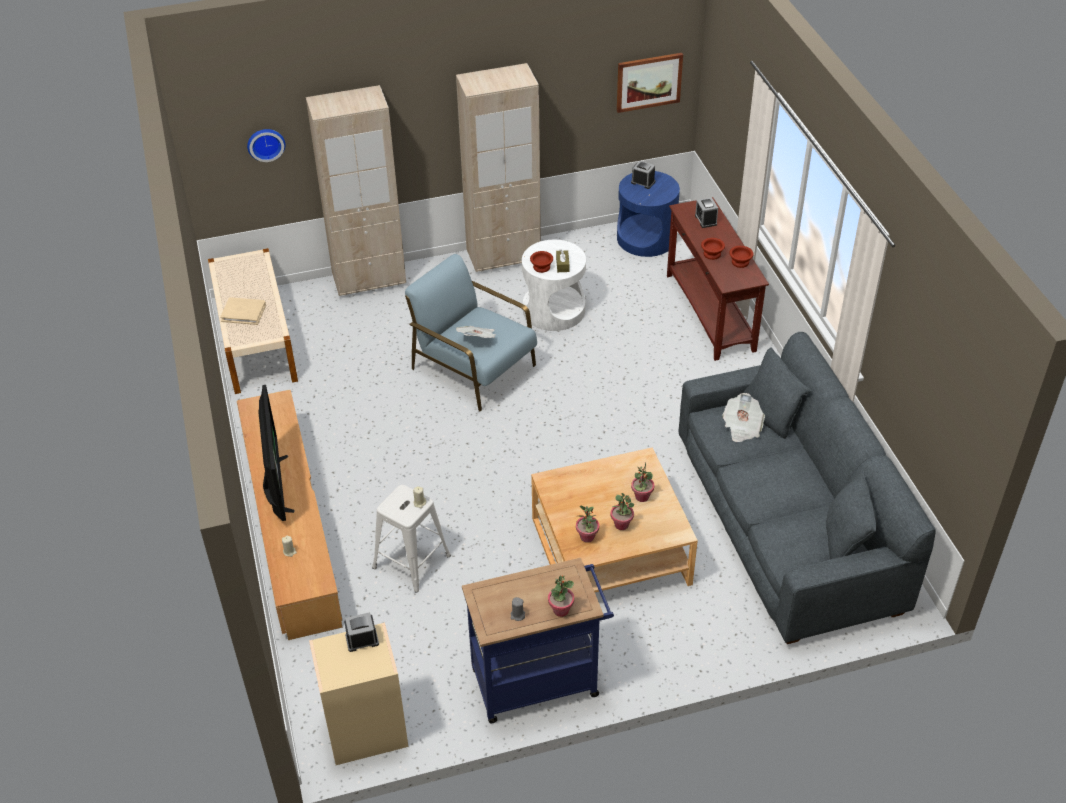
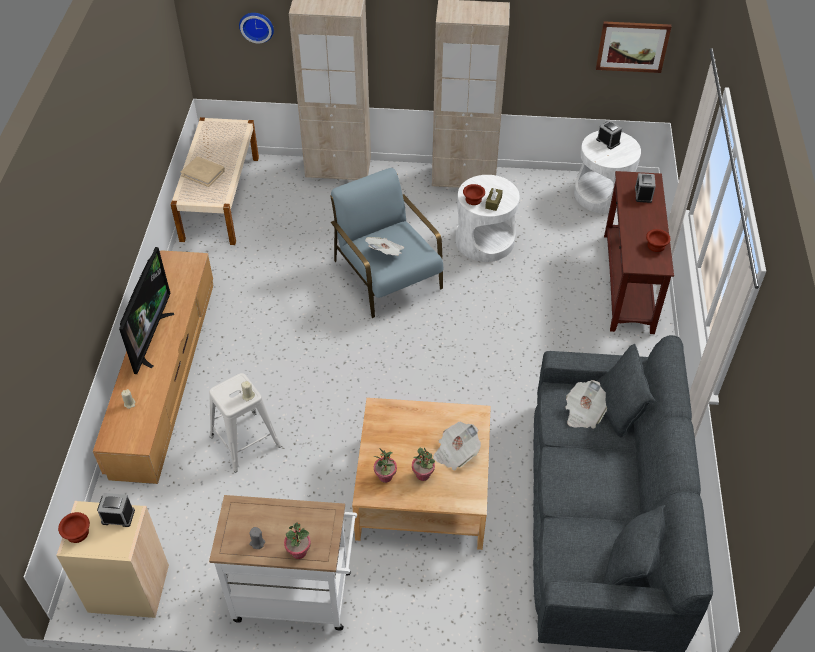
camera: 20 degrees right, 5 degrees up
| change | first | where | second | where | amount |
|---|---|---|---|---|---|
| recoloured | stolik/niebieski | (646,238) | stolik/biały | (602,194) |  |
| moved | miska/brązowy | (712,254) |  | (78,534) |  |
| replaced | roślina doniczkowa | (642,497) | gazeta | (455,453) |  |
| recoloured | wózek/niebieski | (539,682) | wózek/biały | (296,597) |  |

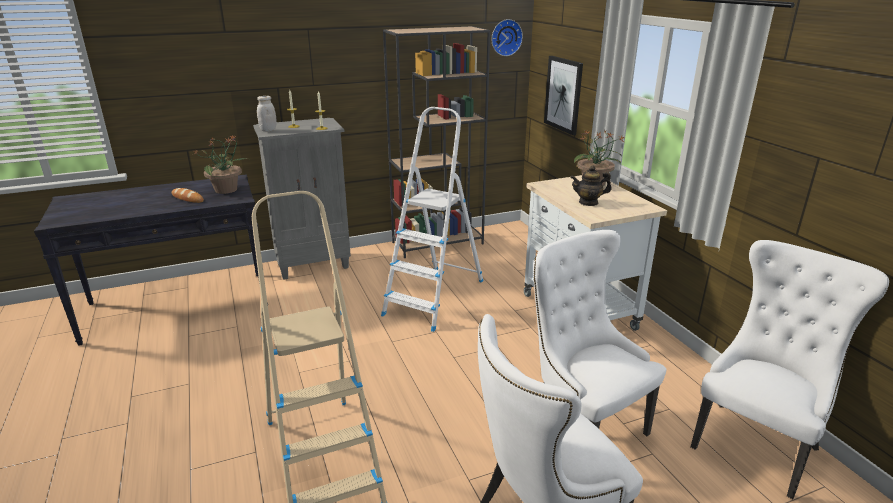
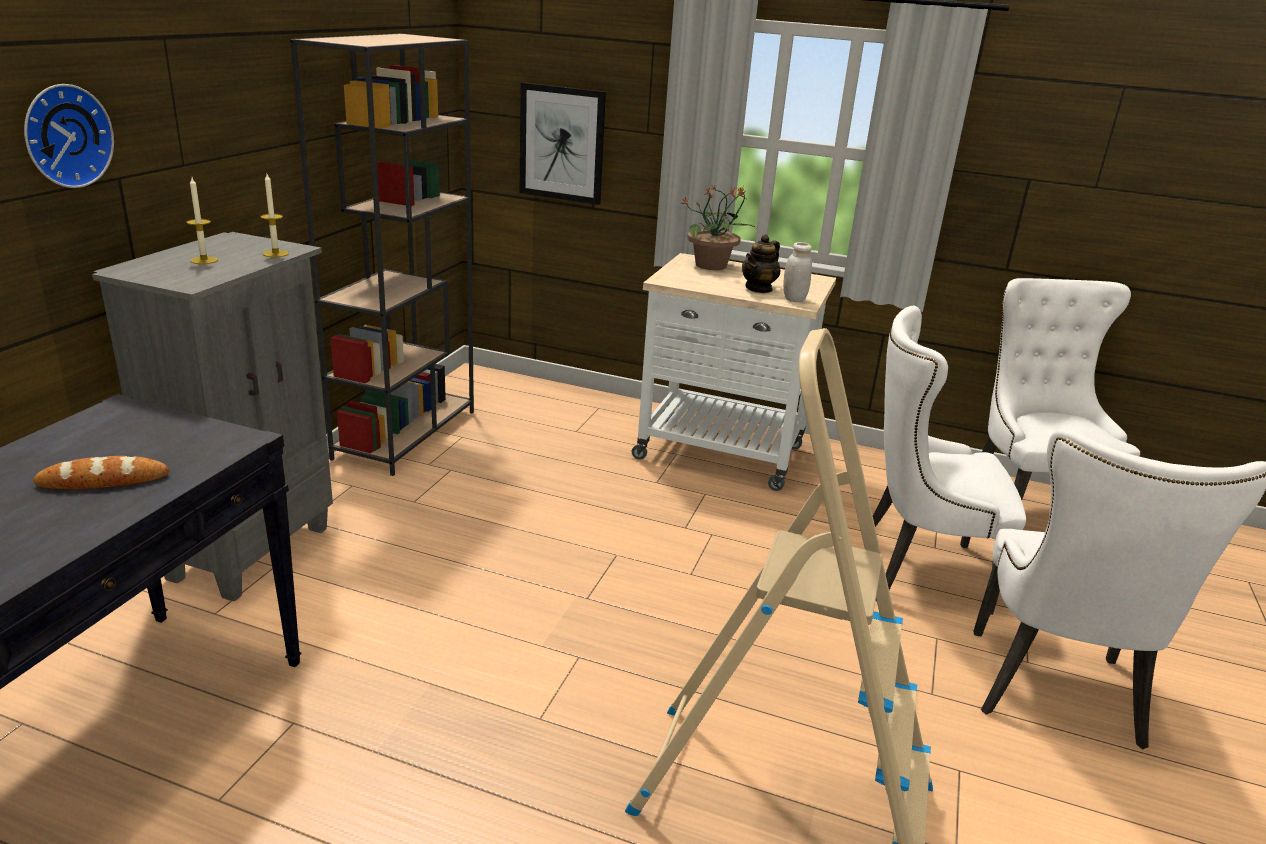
camera: 50 degrees left, 0 degrees up
| change | first | where | second | where | amount |
|---|---|---|---|---|---|
| moved | zegar ścienny | (505,37) |  | (64,135) |  |
| moved | słoik/biały | (268,130) |  | (794,299) |  |
| removed | drabinka/biały | (434,297) |  |  |  |
| removed | roślina doniczkowa | (227,190) |  |  |  |

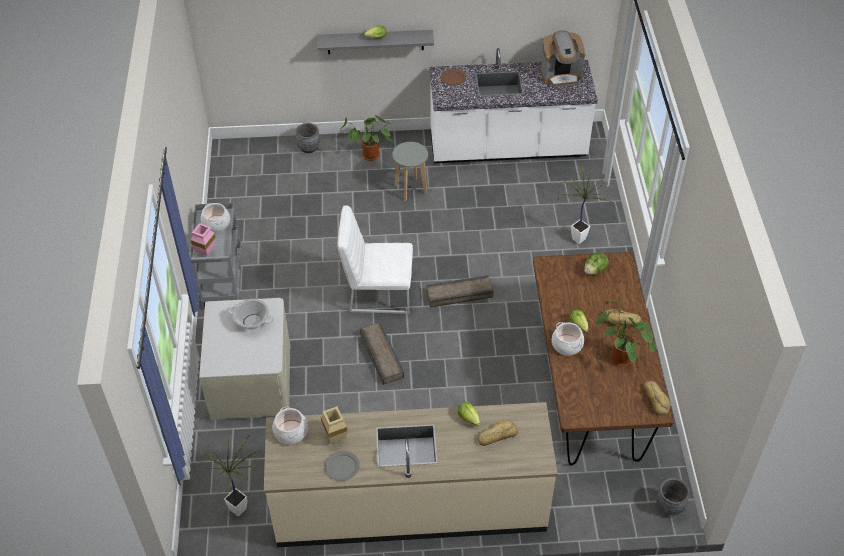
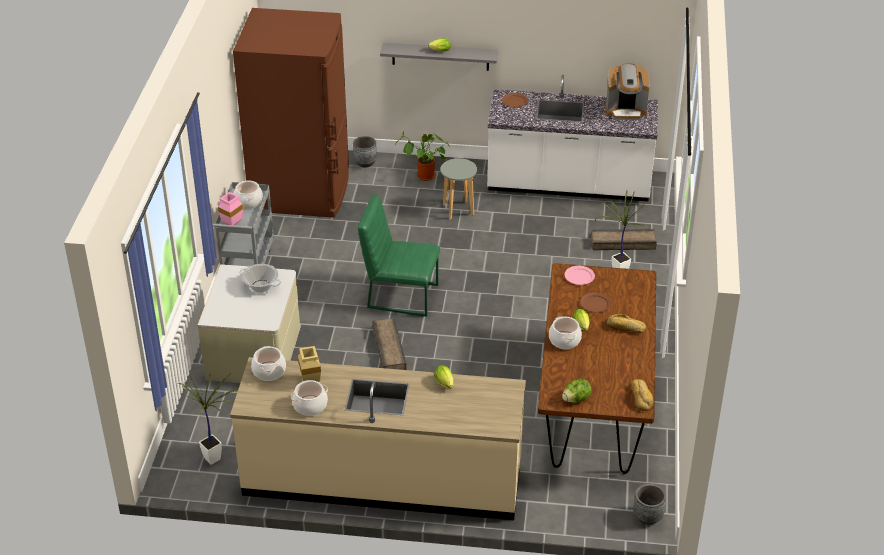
camera: 10 degrees right, 10 degrees down
| change | first | where | second | where | amount |
|---|---|---|---|---|---|
| recoloured | krzesło/biały | (378,293) | krzesło/zielony | (400,295) |  |
| moved | sałata | (595,270) |  | (576,399) |  |
| moved | skrzynka | (459,295) |  | (623,243) |  |
| removed | roślina doniczkowa | (618,357) |  |  |  |
| removed | chleb | (496,435) |  |  |  |
| replaced | talerz/szary | (342,467) | garnek | (310,406) |  |
| added |  |  | lodówka/brązowy | (301,190) |  |
| added |  |  | talerz/różowy | (579,276) |  |
| added |  |  | talerz/brązowy | (595,303) |  |

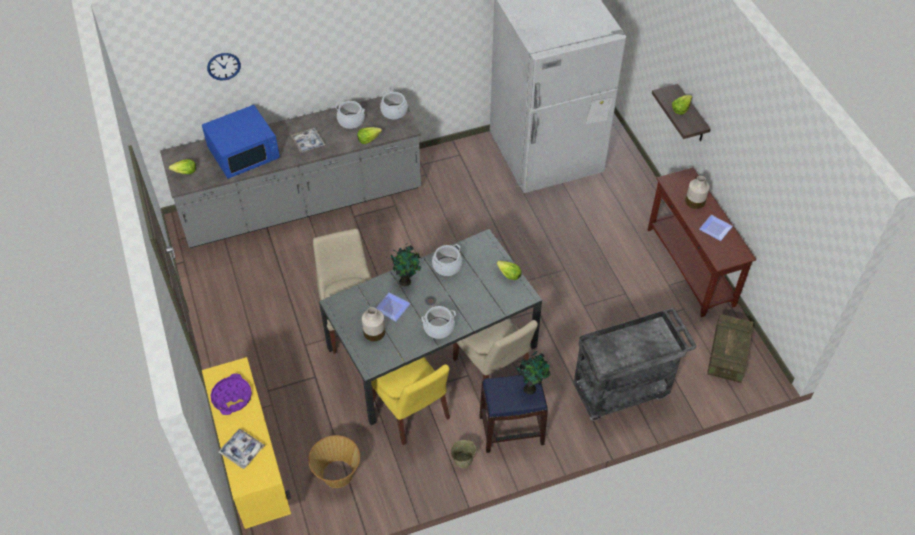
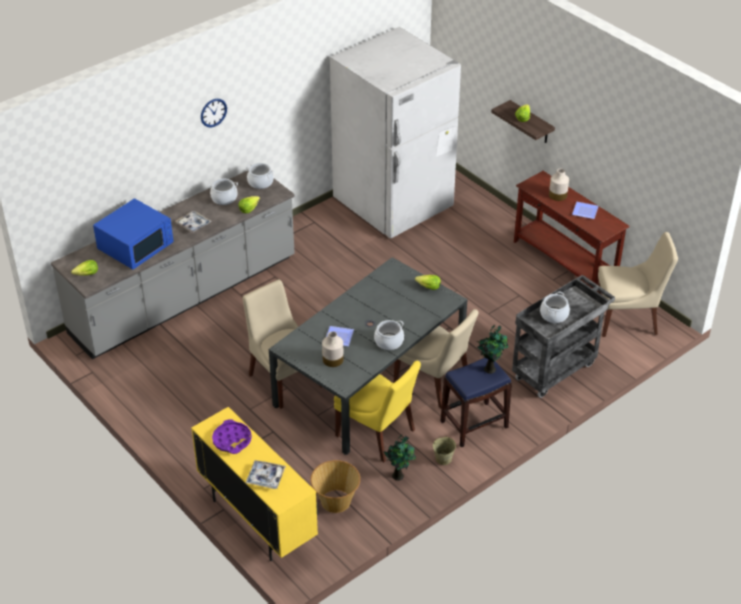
camera: 20 degrees left, 10 degrees down
| change | first | where | second | where | amount |
|---|---|---|---|---|---|
| moved | zegar ścienny | (223,66) |  | (213,112) |  |
| moved | roślina doniczkowa | (406,281) |  | (399,475) |  |
| moved | garnek | (447,266) |  | (554,315) |  |
| replaced | skrzynka | (727,354) | krzesło/beżowy | (628,319) |  |

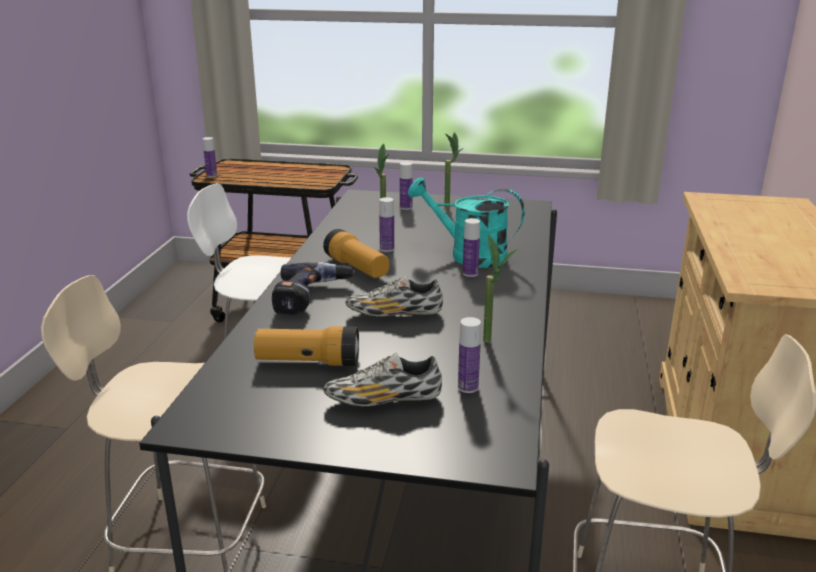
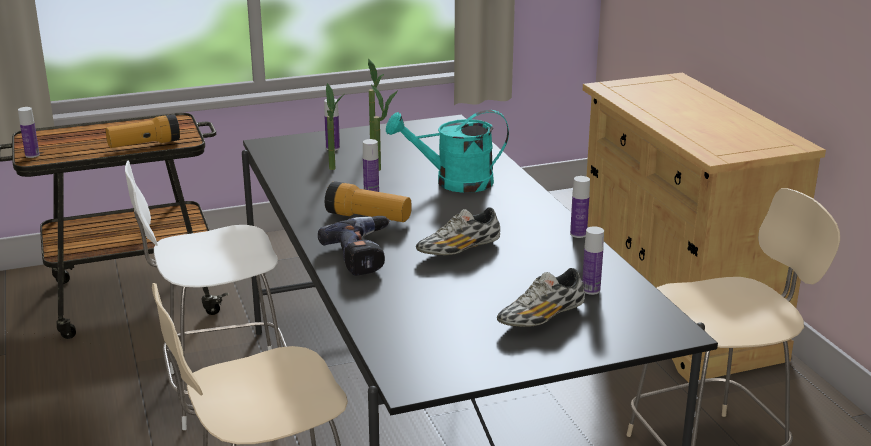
camera: 30 degrees left, 0 degrees up
| change | first | where | second | where | amount |
|---|---|---|---|---|---|
| moved | butelka | (470,273) |  | (578,234) |  |
| moved | roślina doniczkowa | (493,343) |  | (384,170) |  |
| moved | latarka | (308,362) |  | (144,145) |  |

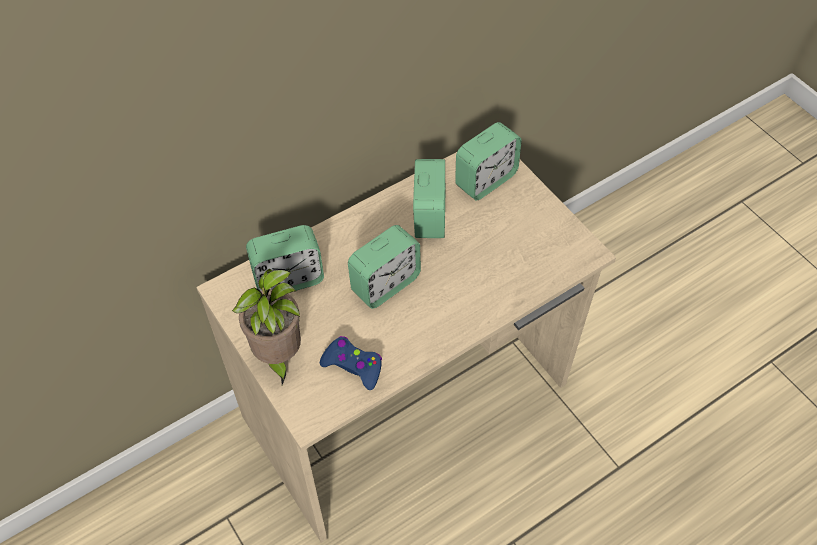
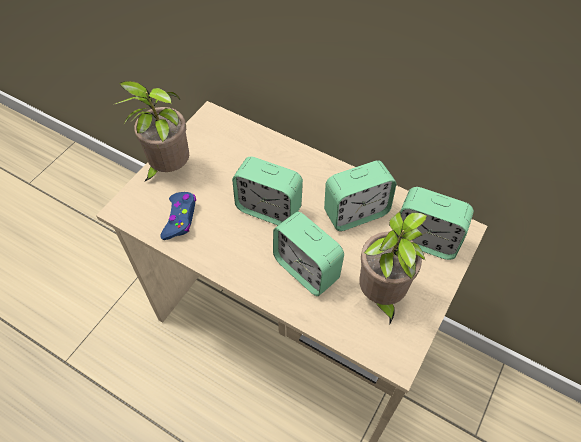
camera: 65 degrees right, 0 degrees up
| change | first | where | second | where | amount |
|---|---|---|---|---|---|
| moved | budzik | (288,279) |  | (306,269) |  |
| added |  |  | roślina doniczkowa | (381,296) |  |

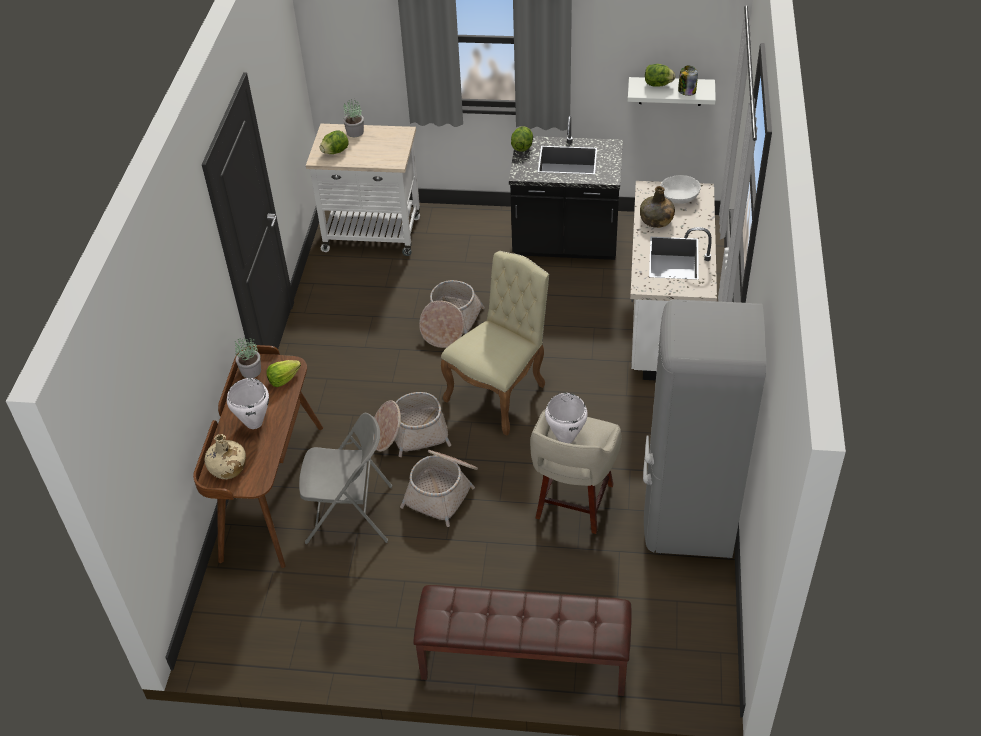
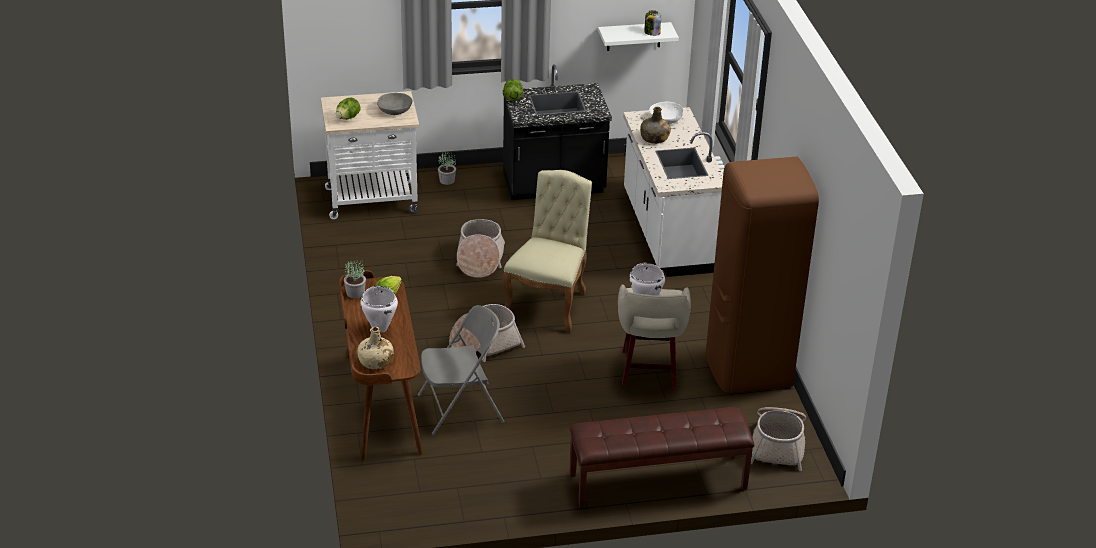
camera: 20 degrees left, 10 degrees down
| change | first | where | second | where | amount |
|---|---|---|---|---|---|
| removed | sałata | (658,84) |  |  |  |
| moved | roślina doniczkowa | (355,132) |  | (447,180) |  |
| recoloured | lodówka/szary | (686,522) | lodówka/brązowy | (746,369) |  |
| moved | koszyk | (443,490) |  | (778,444) |  |
| added |  |  | miska/szary | (395,110) |  |

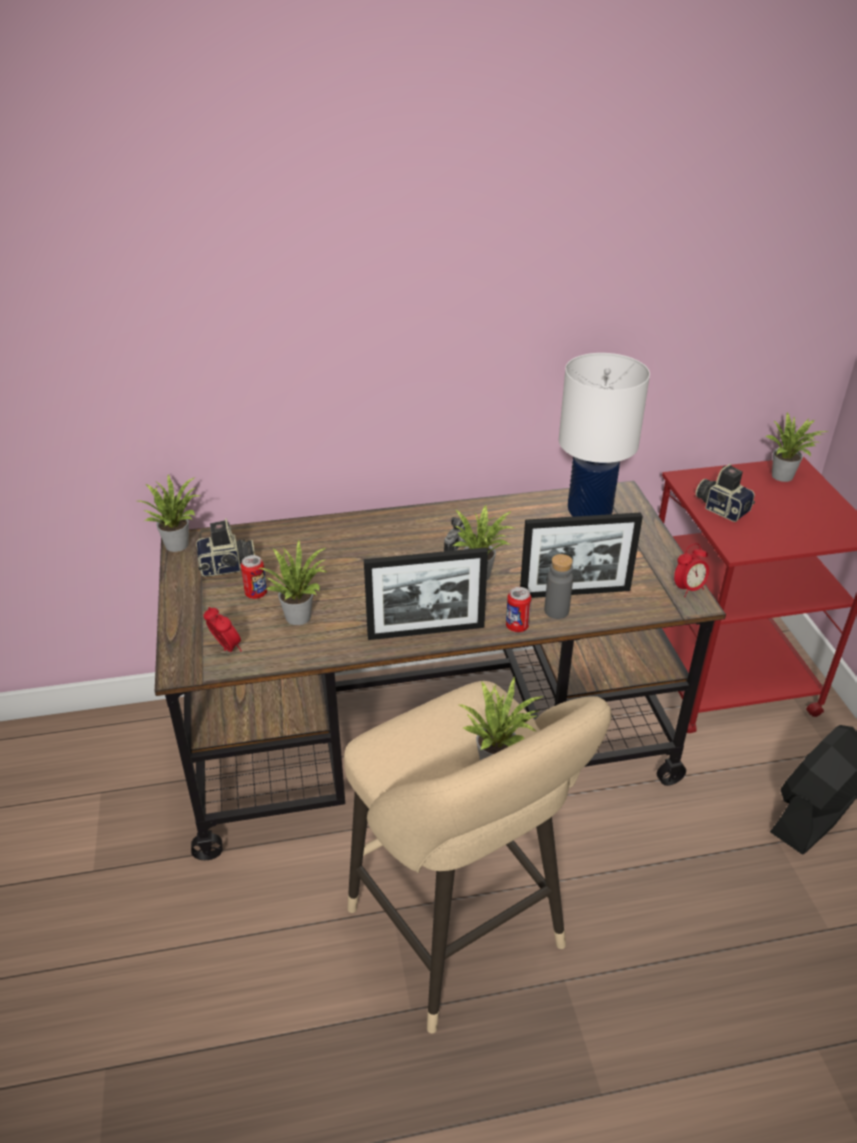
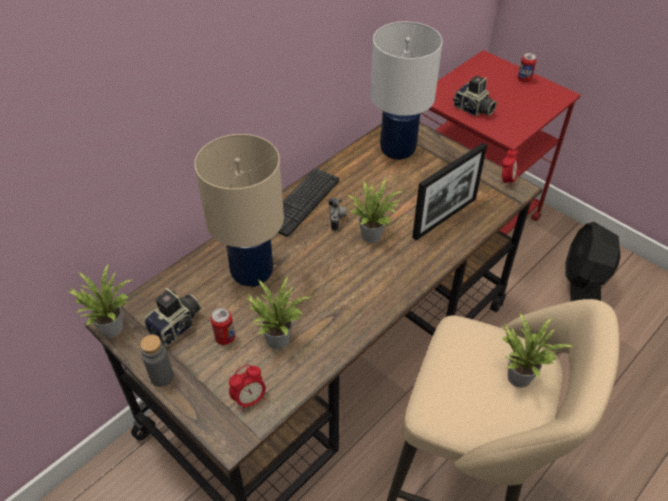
camera: 35 degrees left, 10 degrees up
| change | first | where | second | where | amount |
|---|---|---|---|---|---|
| removed | roślina doniczkowa | (785,477) |  |  |  |
| turned | aparat fotograficzny | (722,508) |  | (473,109) | 150 degrees counterclockwise |
| removed | ramka na zdjęcie | (426,631) |  |  |  |
| moved | butelka/szary | (556,611) |  | (162,376) |  |
| moved | puszka | (517,626) |  | (524,79) |  |
| turned | budzik | (226,649) |  | (249,399) | 135 degrees clockwise |
| added |  |  | lampa stołowa/beżowy | (252,274) |  |
| added |  |  | klawiatura | (302,202) |  |

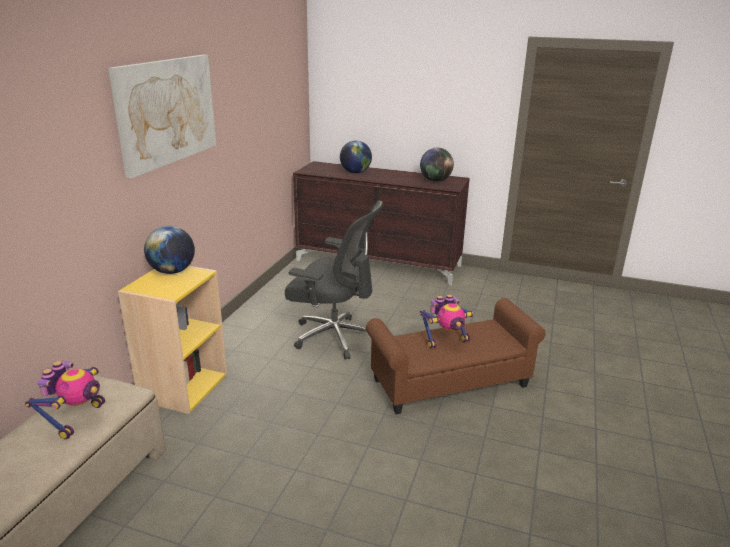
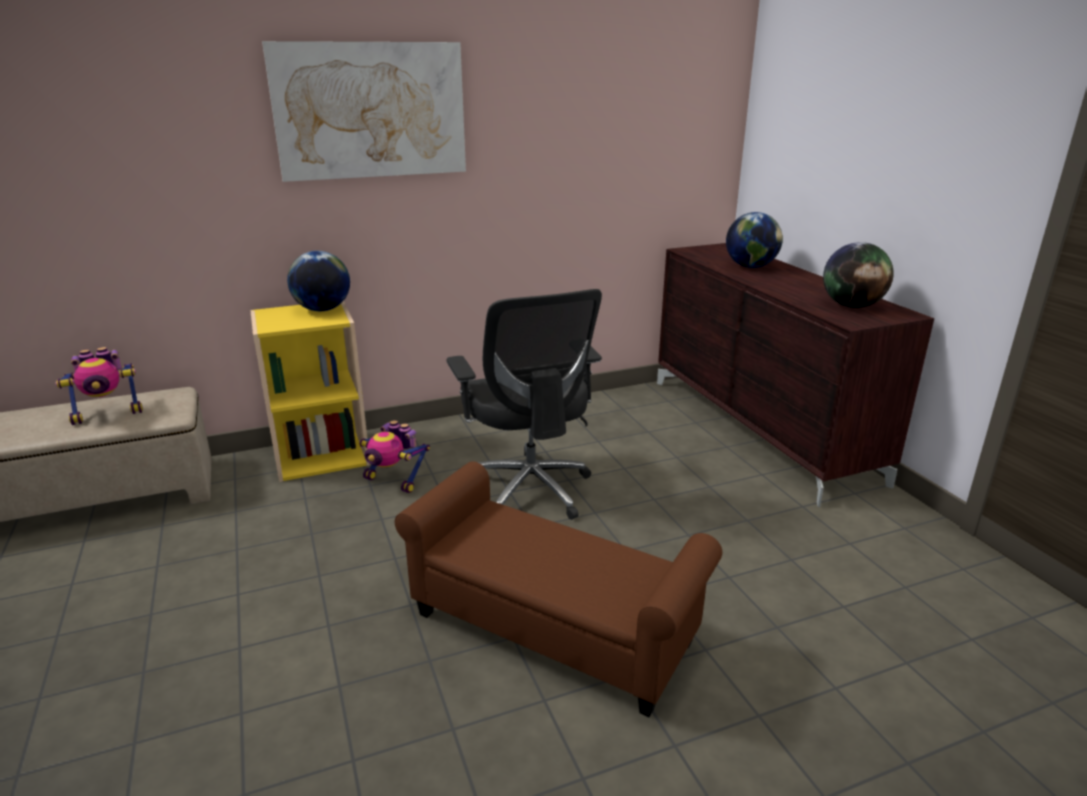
camera: 50 degrees right, 0 degrees up
| change | first | where | second | where | amount |
|---|---|---|---|---|---|
| moved | robot zabawkowy | (446,341) |  | (394,481) |  |

